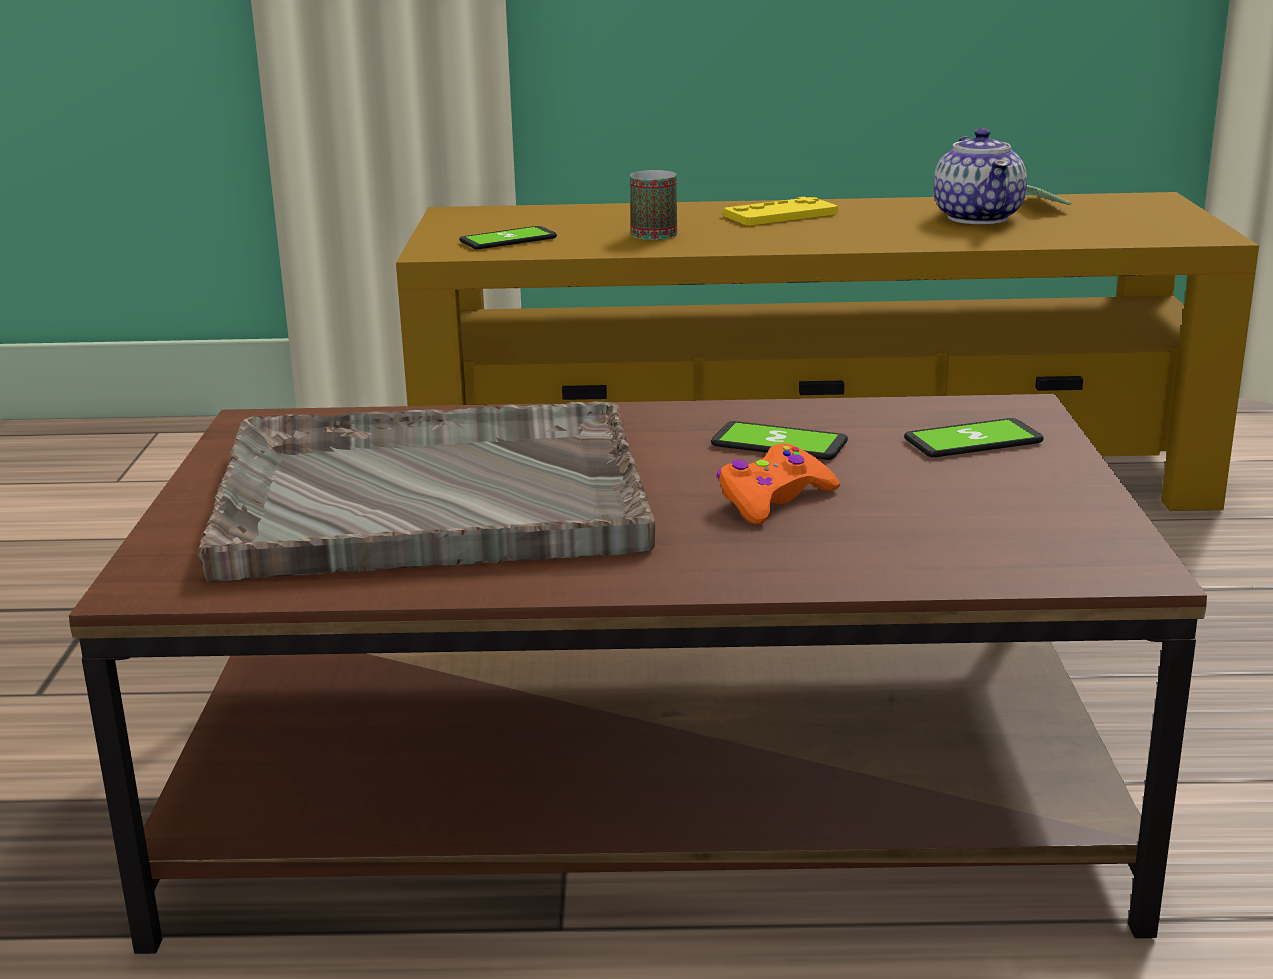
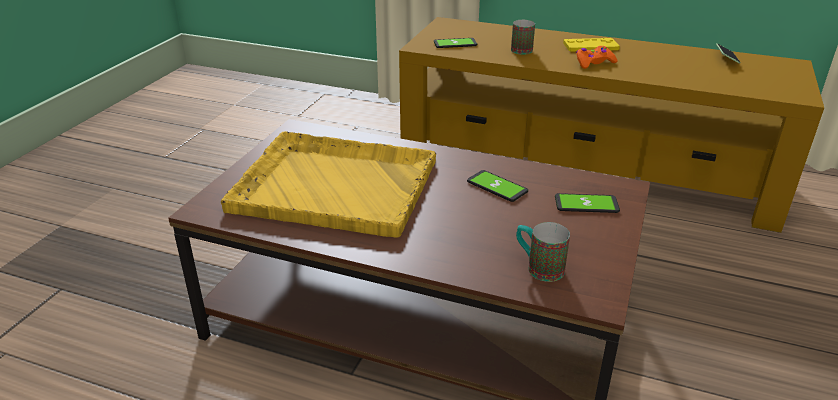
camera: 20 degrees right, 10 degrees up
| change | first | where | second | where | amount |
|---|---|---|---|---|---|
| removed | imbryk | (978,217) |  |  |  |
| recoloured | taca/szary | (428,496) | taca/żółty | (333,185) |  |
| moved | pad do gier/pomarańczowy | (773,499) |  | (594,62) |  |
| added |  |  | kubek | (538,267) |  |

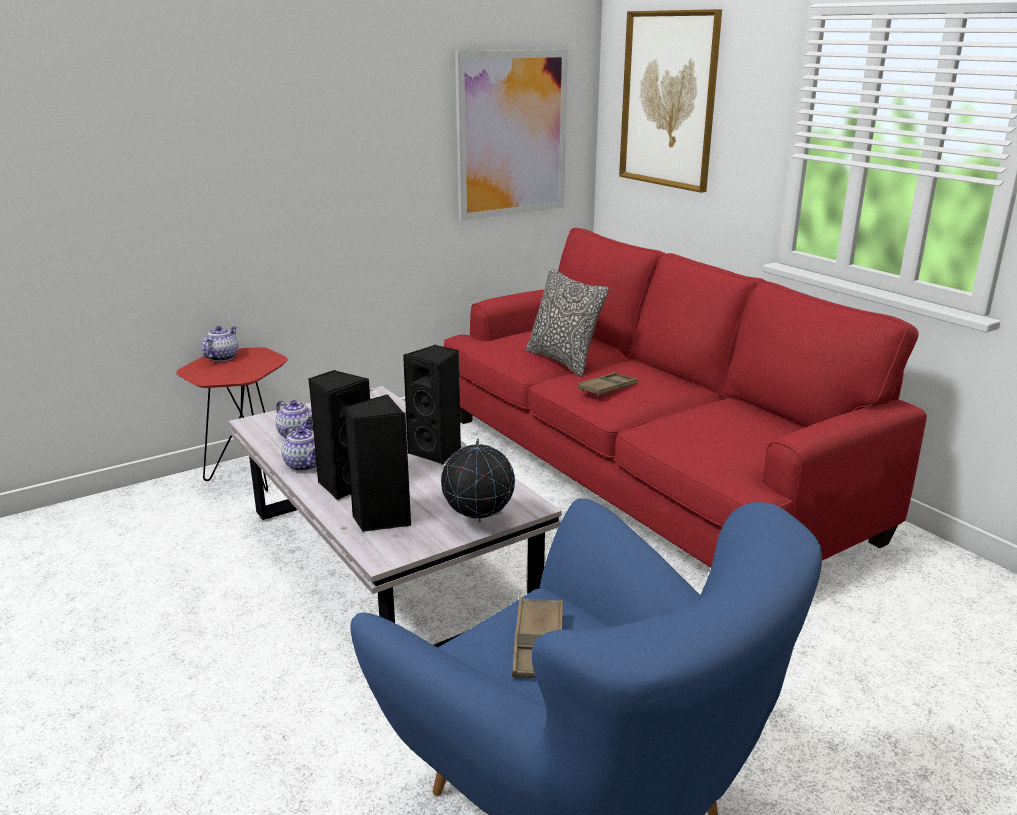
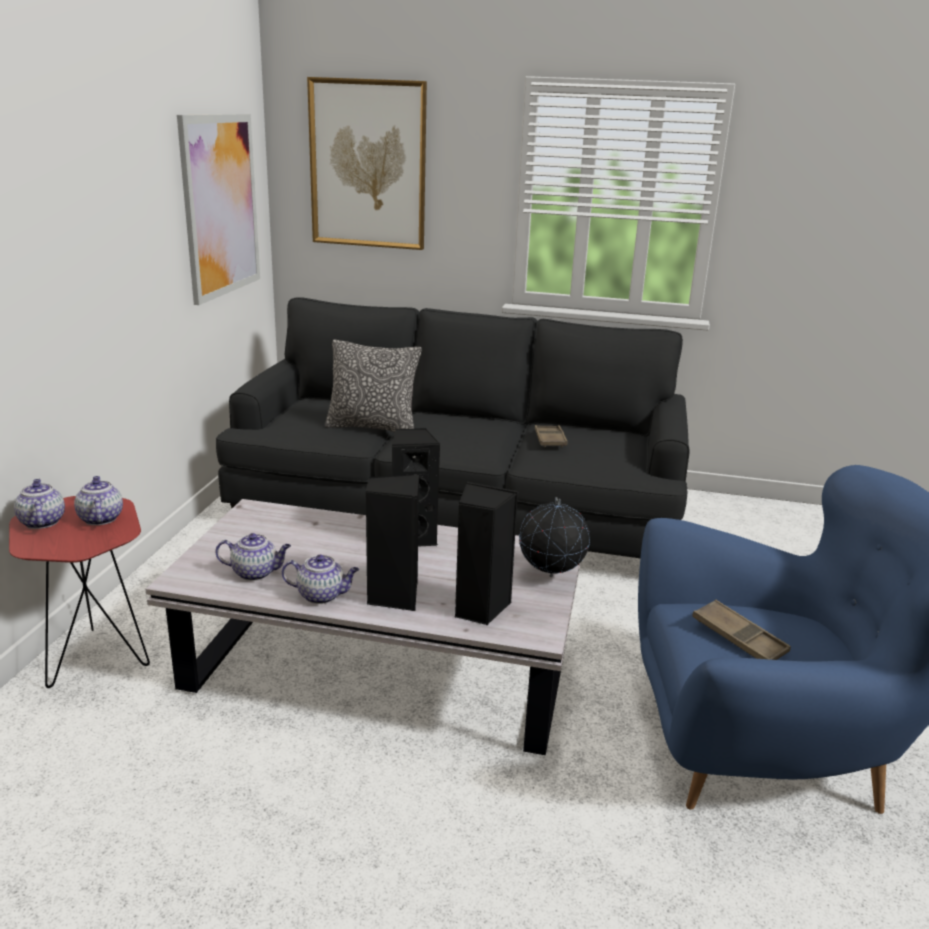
camera: 45 degrees left, 0 degrees up
| change | first | where | second | where | amount |
|---|---|---|---|---|---|
| recoloured | kanapa/czerwony | (642,474) | kanapa/czarny | (457,512) |  |
| moved | taca/brązowy | (607,388) |  | (550,440) |  |
| added |  |  | imbryk | (100,518) |  |

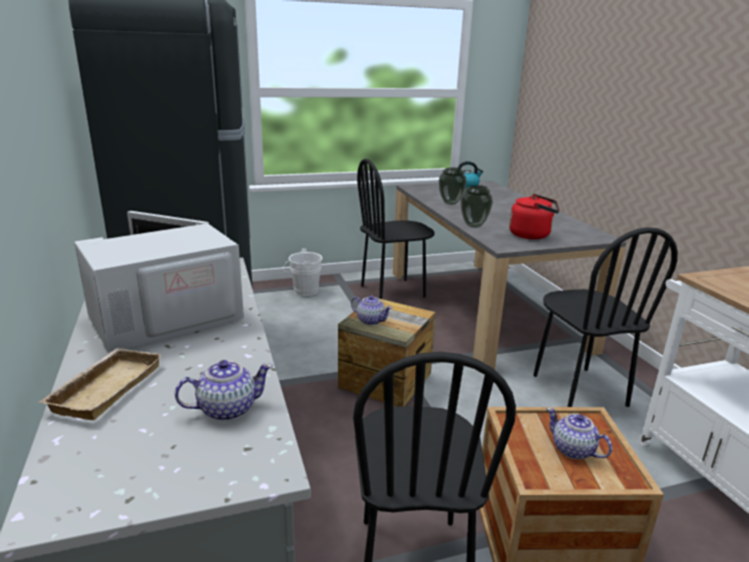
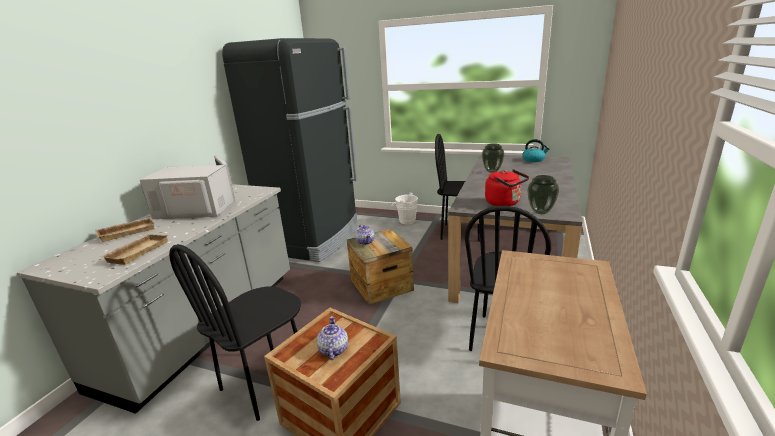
camera: 40 degrees right, 0 degrees up
| change | first | where | second | where | amount |
|---|---|---|---|---|---|
| moved | wazon | (474,225) |  | (541,212) |  |
| replaced | imbryk | (226,409) | taca/beżowy | (137,251) |  |

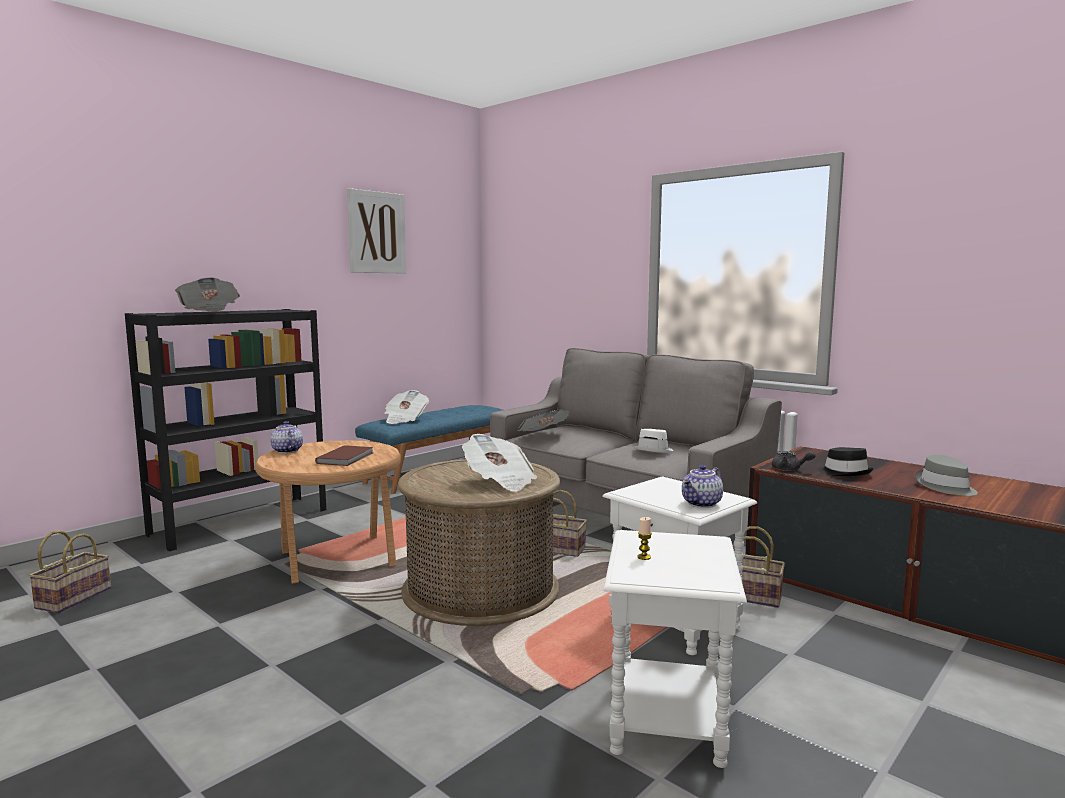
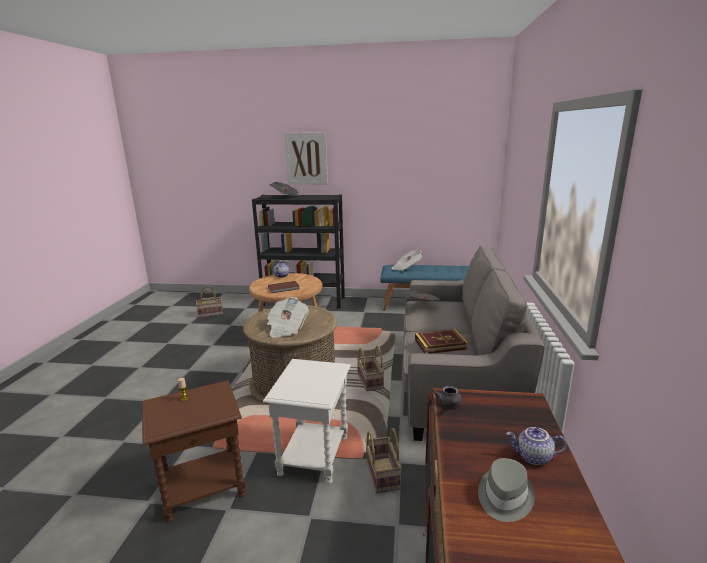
camera: 55 degrees right, 10 degrees up
| change | first | where | second | where | amount |
|---|---|---|---|---|---|
| moved | obraz | (377,232) |  | (306,158) |  |
| replaced | kapelusz/biały | (654,450) | książka | (440,344) |  |
| removed | kapelusz/czarny | (845,473) |  |  |  |
| moved | imbryk | (702,504) |  | (533,457) |  |
| recoloured | stolik/biały | (664,717) | stolik/brązowy | (203,486) |  |

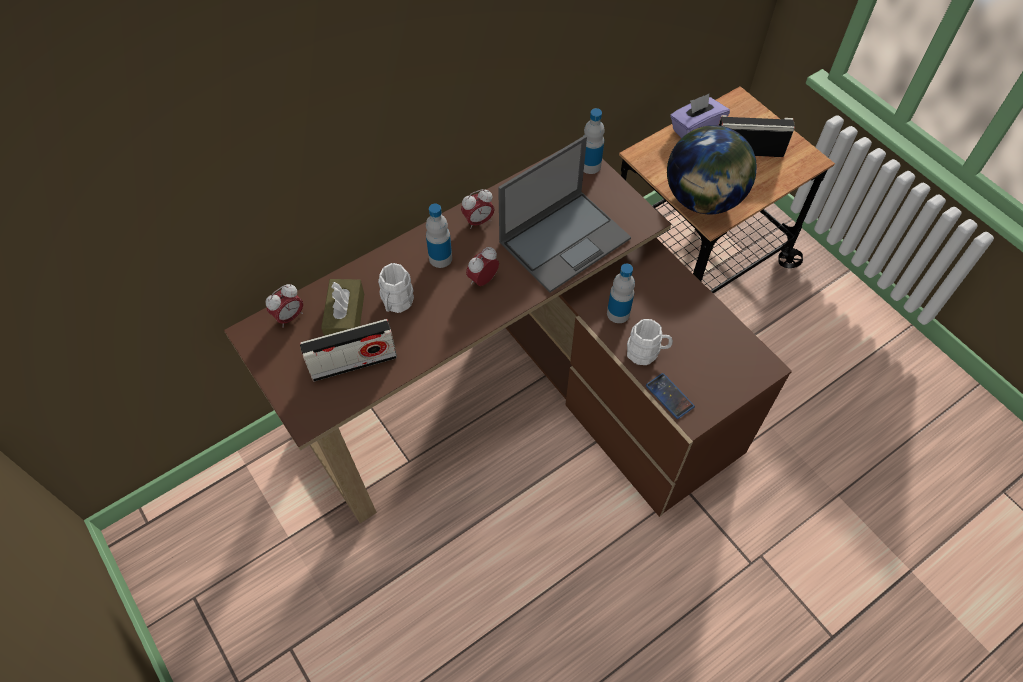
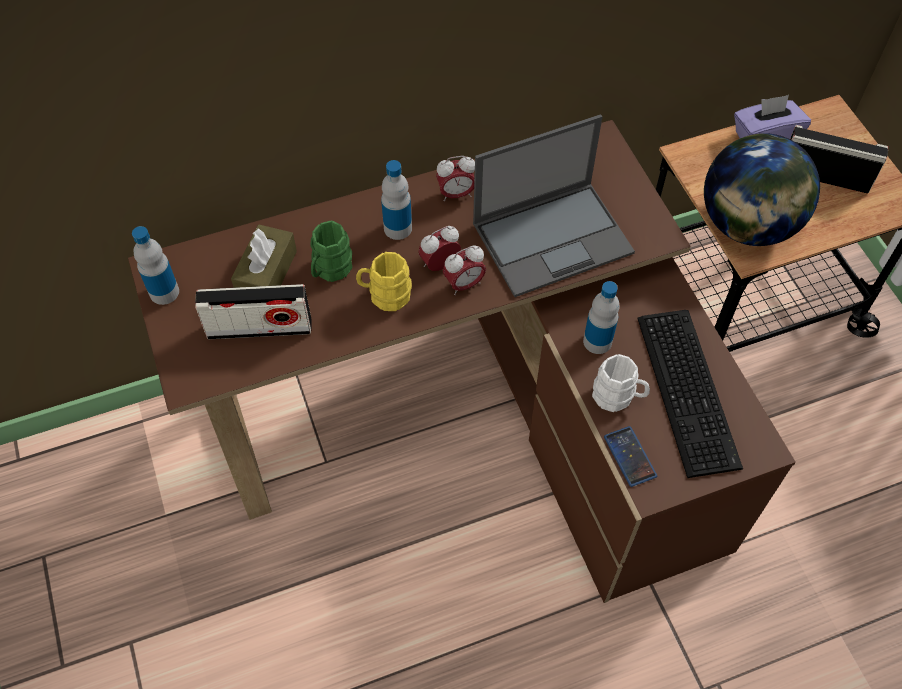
camera: 15 degrees right, 0 degrees up
| change | first | where | second | where | amount |
|---|---|---|---|---|---|
| moved | butelka | (590,165) |  | (164,292) |  |
| recoloured | kubek/biały | (396,303) | kubek/zielony | (330,270) |  |
| moved | budzik | (289,317) |  | (464,284) |  |
| added |  |  | kubek/żółty | (385,295) |  |
| added |  |  | klawiatura | (690,388) |  |

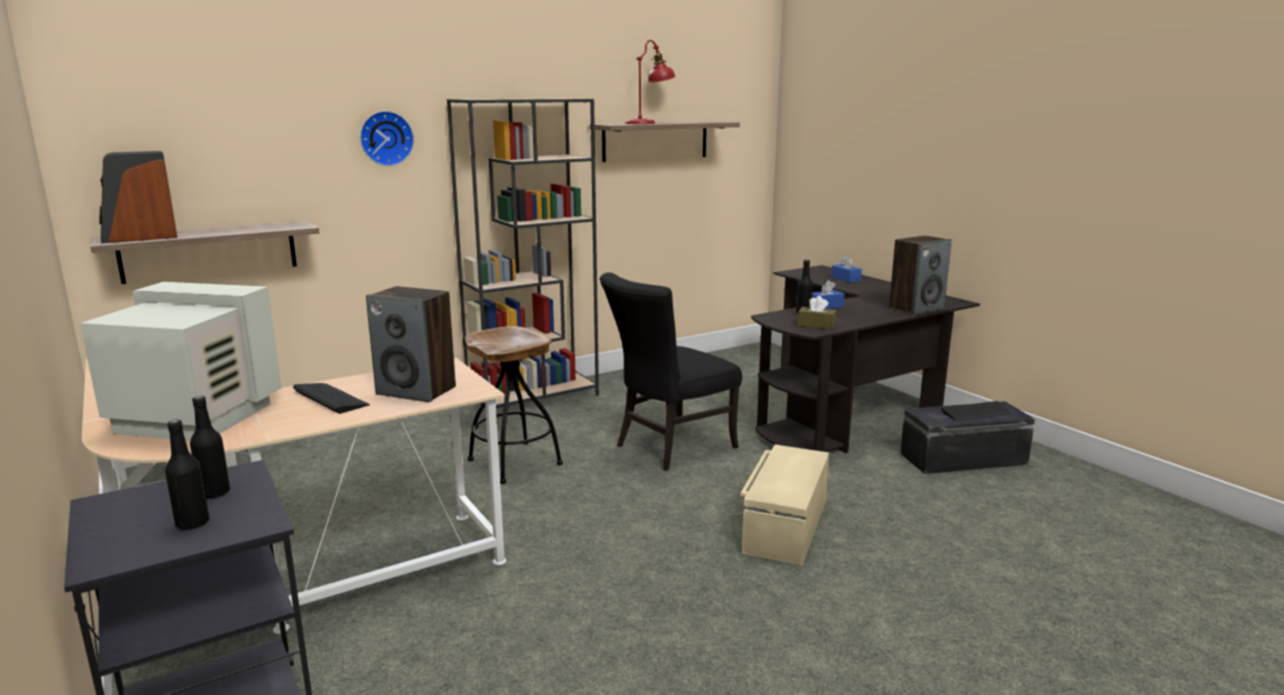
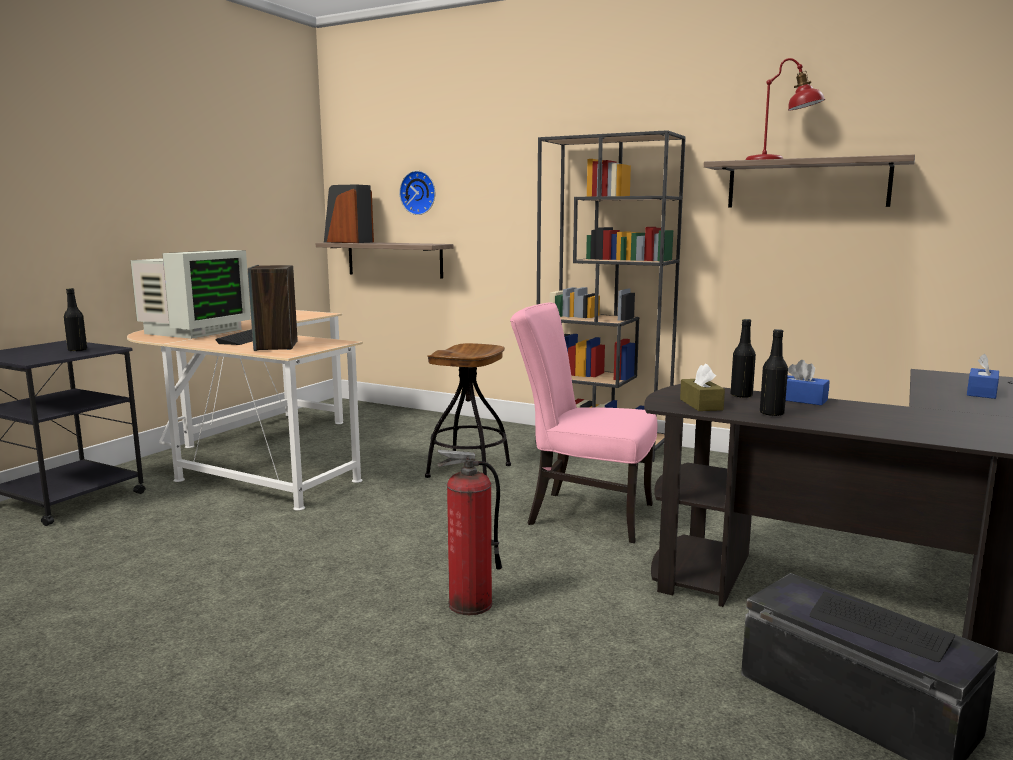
camera: 60 degrees right, 5 degrees down
| change | first | where | second | where | amount |
|---|---|---|---|---|---|
| moved | zegar ścienny | (386,138) |  | (419,193) |  |
| removed | głośnik | (916,308) |  |  |  |
| recoloured | krzesło/czarny | (669,447) | krzesło/różowy | (582,514) |  |
| turned | monitor | (194,418) |  | (193,331) | 45 degrees clockwise |
| moved | butelka/czarny | (192,523) |  | (771,413) |  |
| replaced | pojemnik do przechowywania/beżowy | (784,526) | gaśnica | (470,604) |  |

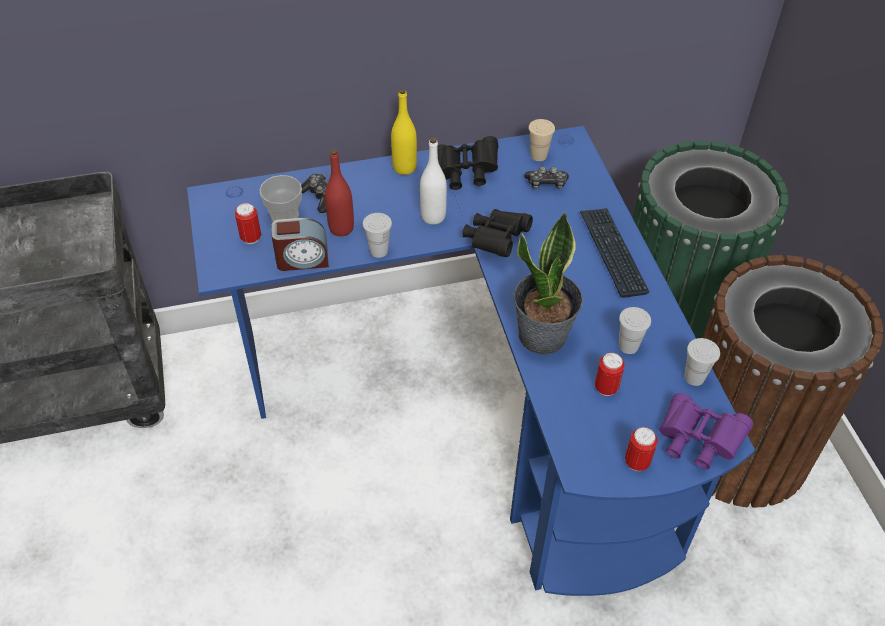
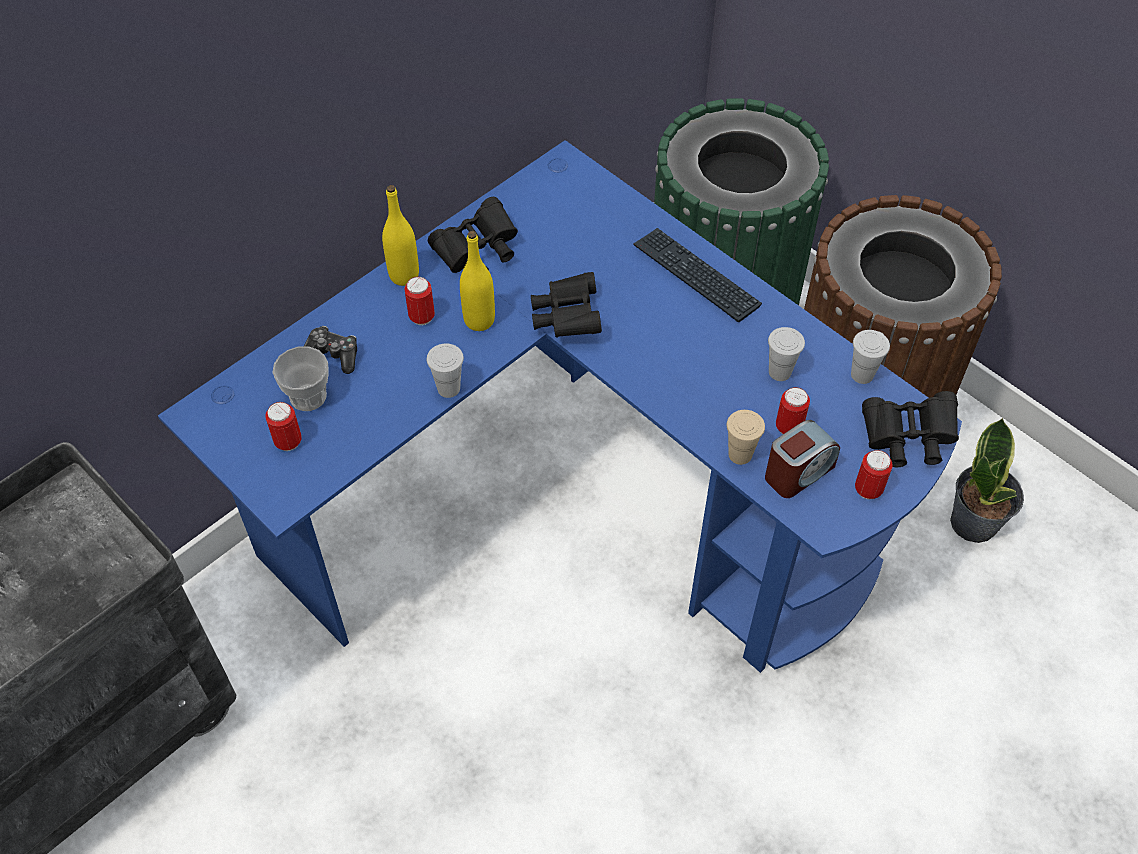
camera: 30 degrees left, 5 degrees up
| change | first | where | second | where | amount |
|---|---|---|---|---|---|
| moved | filiżanka/beżowy | (538,155) |  | (740,454) |  |
| recoloured | butelka/biały | (433,216) | butelka/żółty | (479,320) |  |
| removed | butelka/czerwony | (341,228) |  |  |  |
| removed | pad do gier | (546,184) |  |  |  |
| moved | roślina doniczkowa | (543,336) |  | (974,523) |  |
| moved | budzik | (302,259) |  | (798,472) |  |
| recoloured | lornetka/fioletowy | (697,441) | lornetka/czarny | (907,439) |  |
| added |  |  | puszka | (422,317) |  |

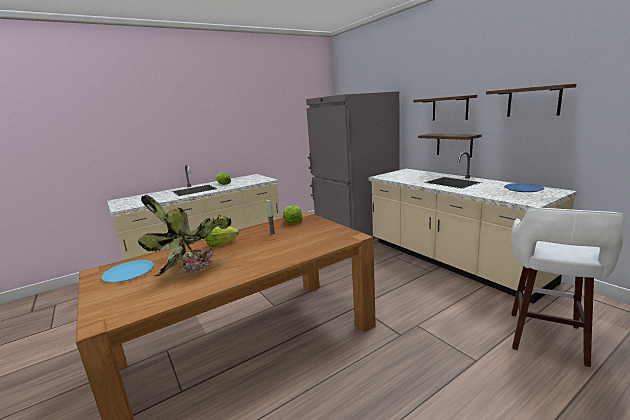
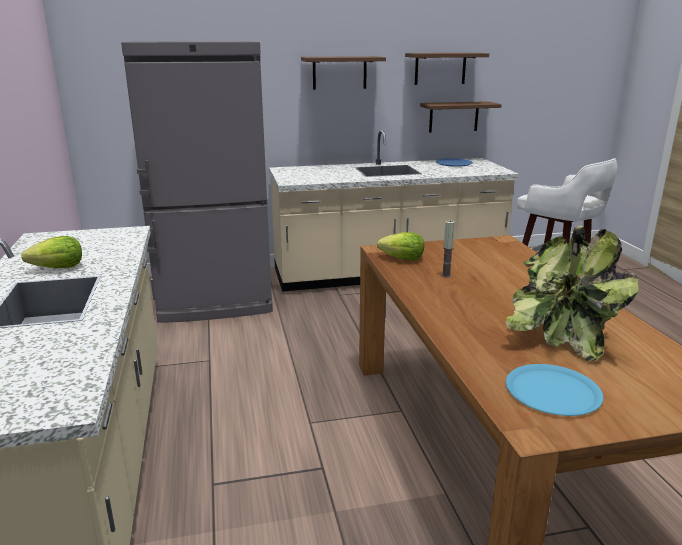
camera: 70 degrees left, 5 degrees up
| change | first | where | second | where | amount |
|---|---|---|---|---|---|
| moved | półka/brązowy | (454,145) |  | (453,117) |  |
| removed | sałata | (221,244) |  |  |  |

